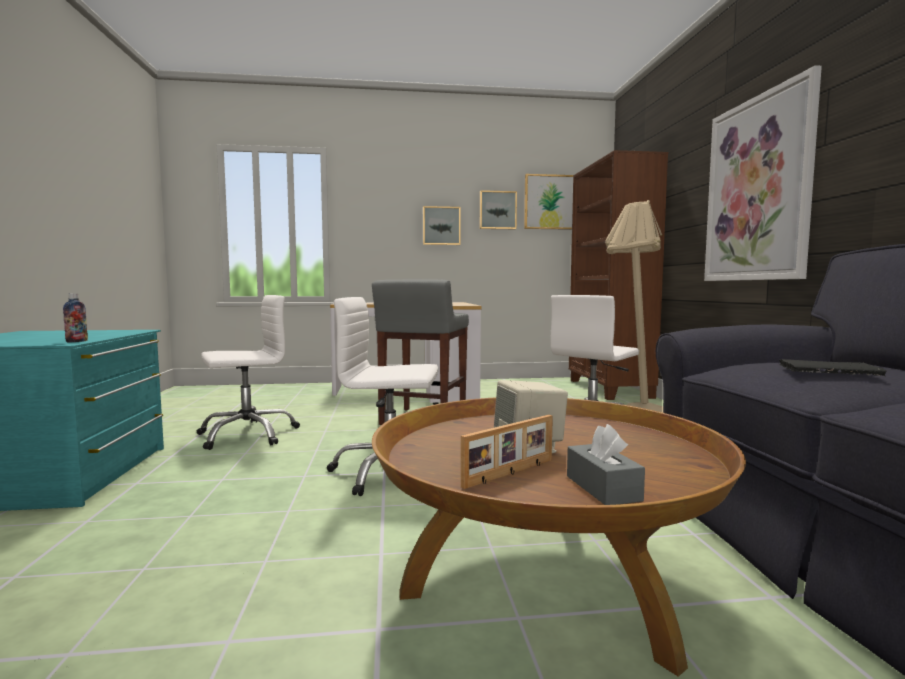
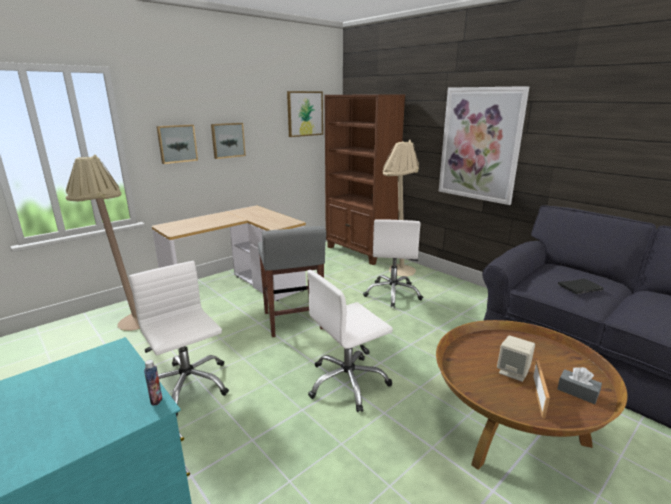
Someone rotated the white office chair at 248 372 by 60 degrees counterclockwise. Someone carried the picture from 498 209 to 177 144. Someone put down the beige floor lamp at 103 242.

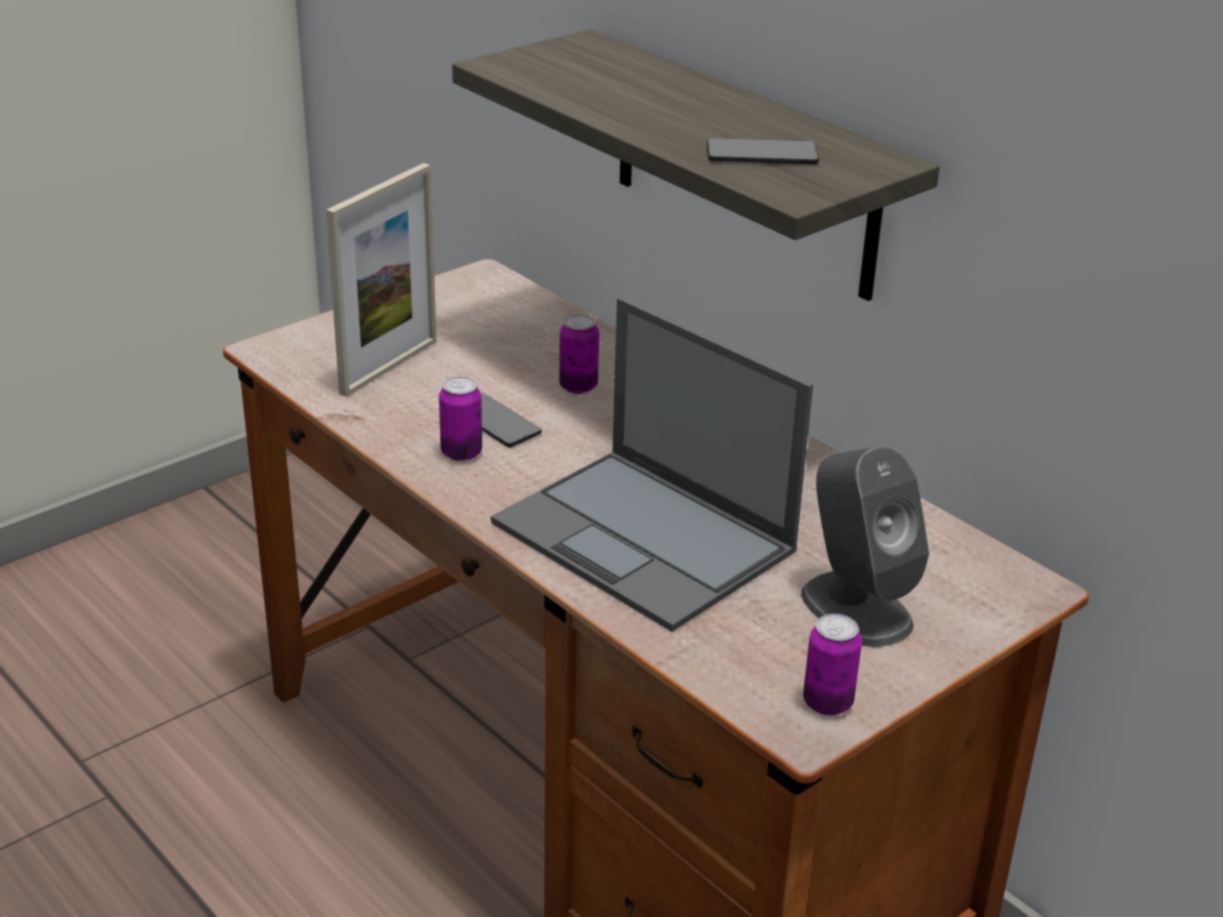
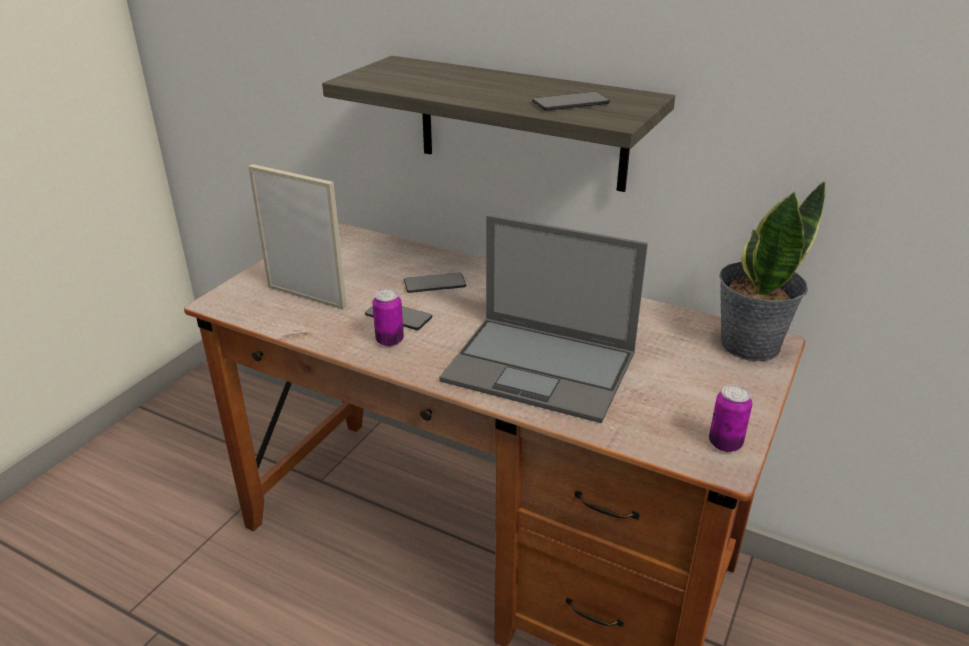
Someone rotated the picture frame at 381 280 by 75 degrees counterclockwise. Someone swapped the can at 579 354 for the phone at 435 282. Someone took away the grey speaker at 865 546. Someone put down the potted plant at 772 270.

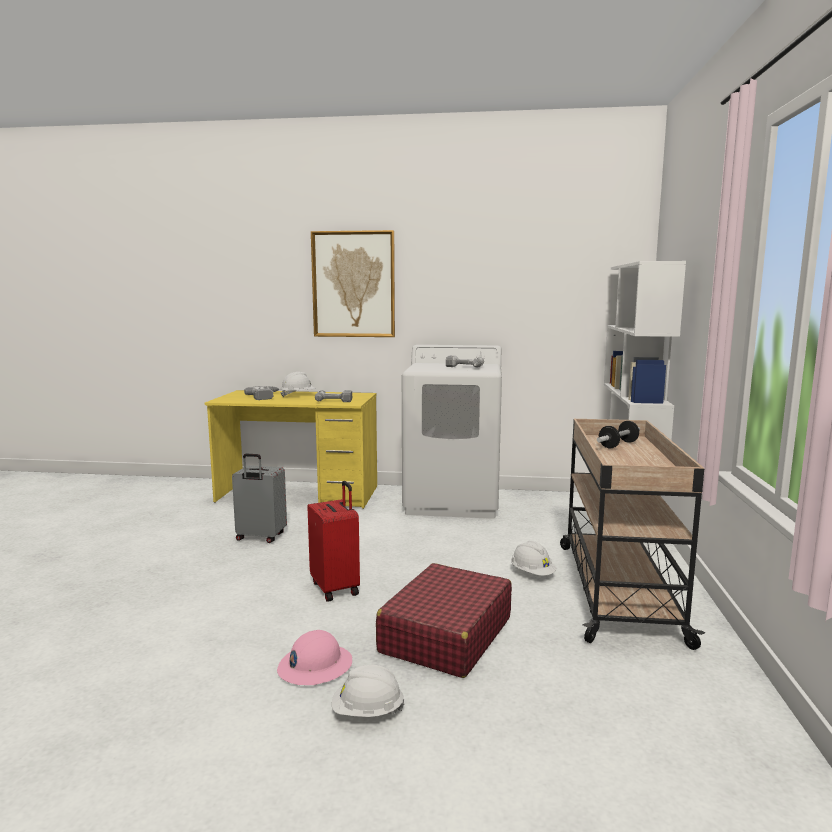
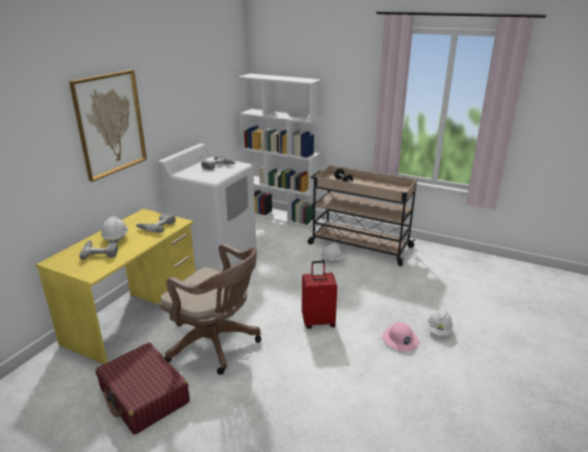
Someone swapped the grey suitcase at 259 498 for the brown office chair at 210 309. Someone carried the red suitcase from 444 620 to 143 389.

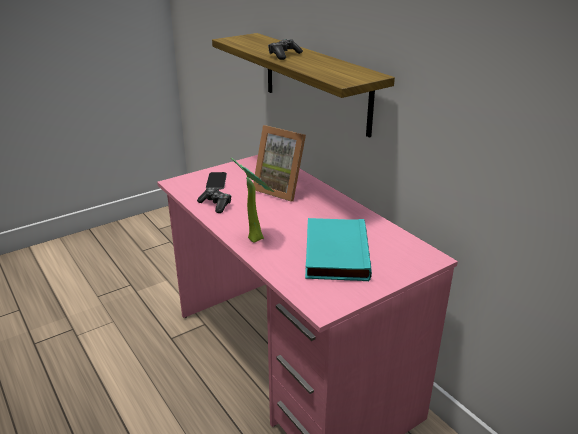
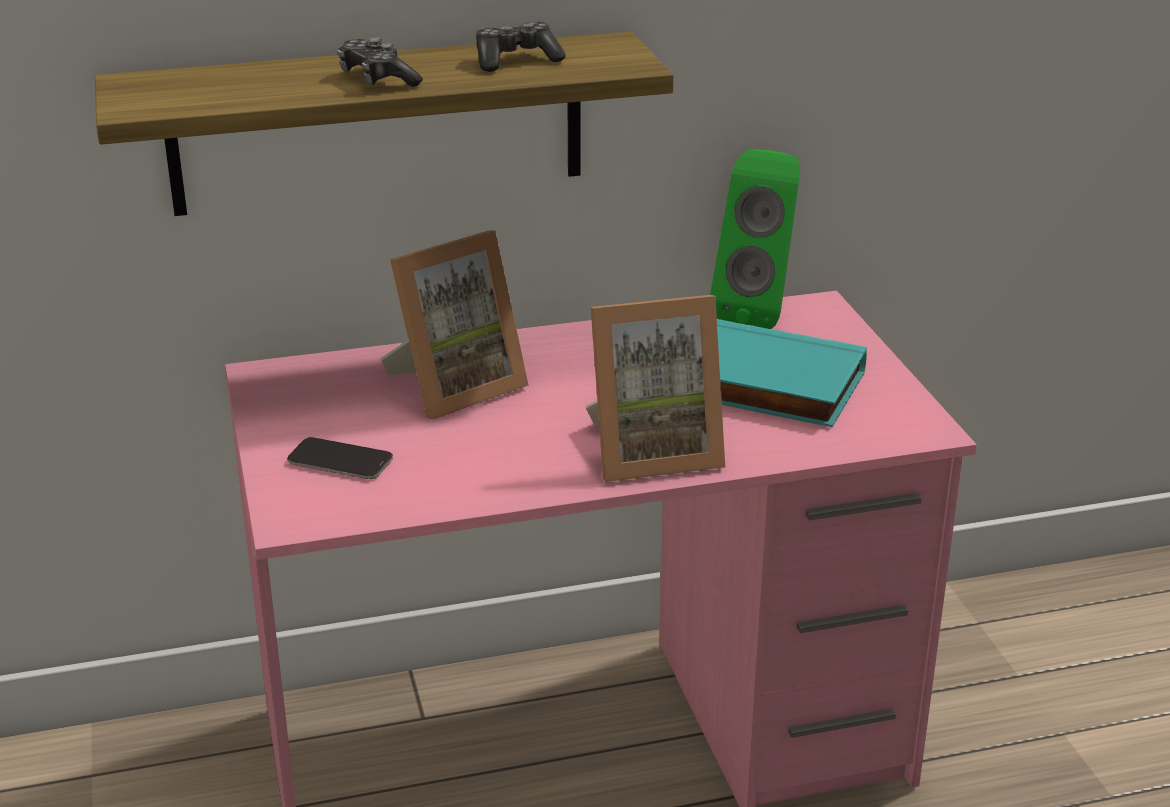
Someone carried the game controller from 214 200 to 521 47. Someone swapped the potted plant at 252 200 for the picture frame at 655 388. Someone put down the green speaker at 755 239.

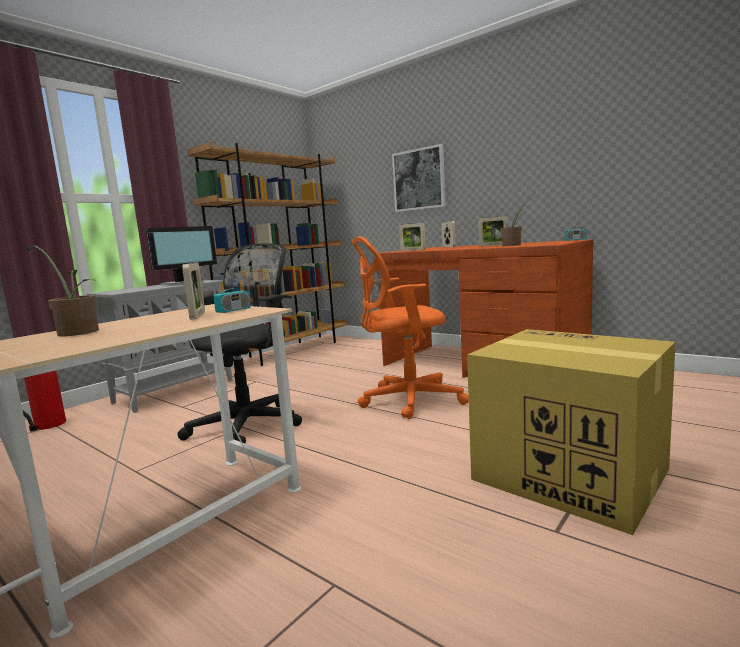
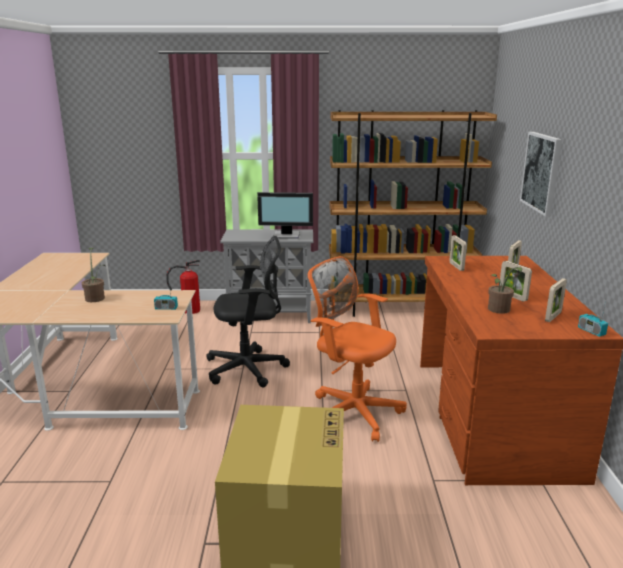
Someone carried the picture frame from 193 291 to 556 300.

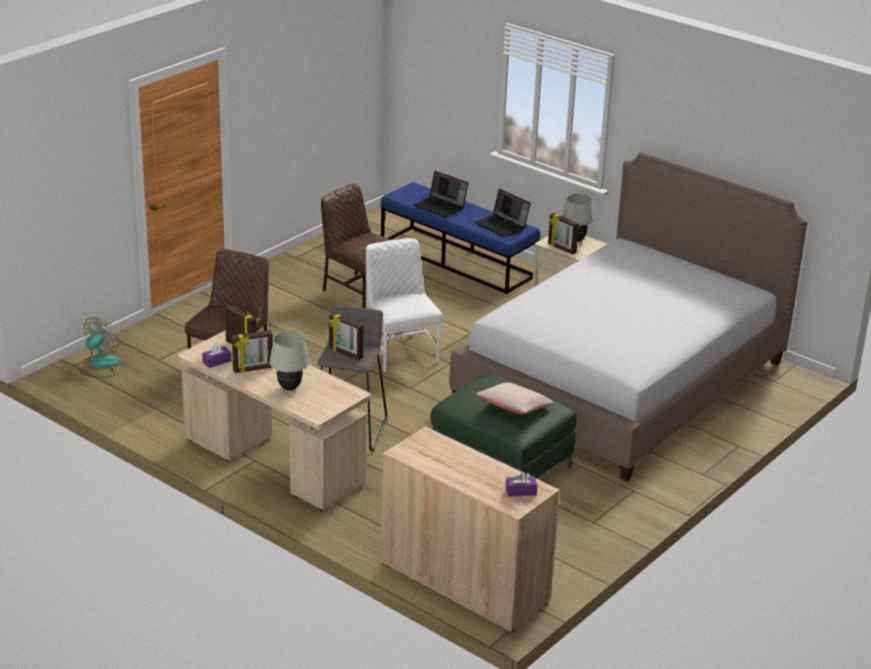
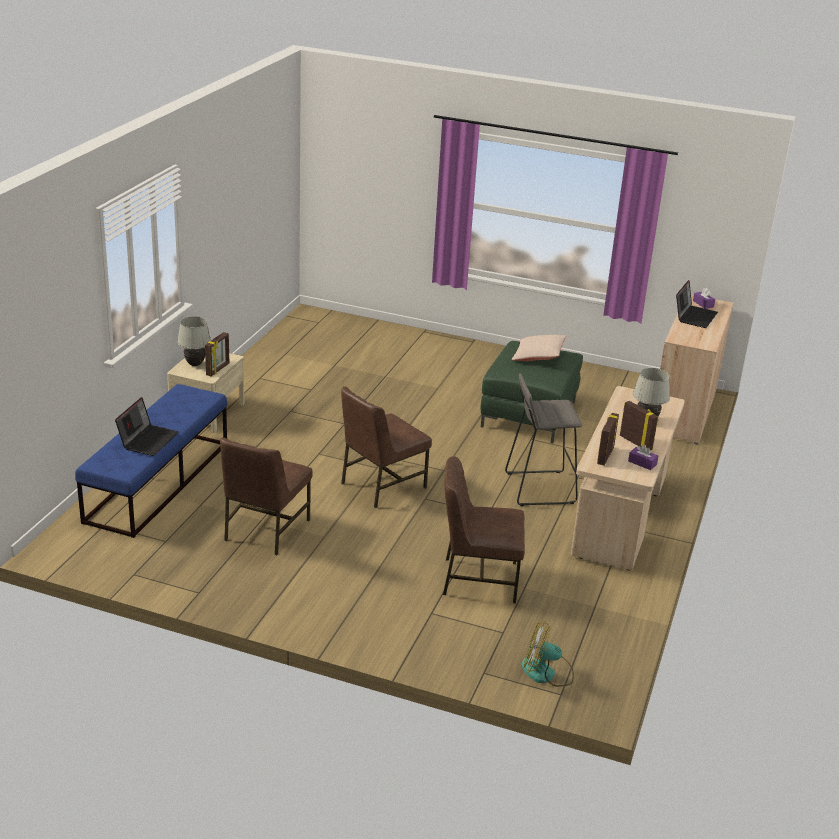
Someone took away the picture frame at 346 336. Someone repainted the white chair at 404 305, which became the brown chair at 386 447. Someone took away the bed at 628 316. Someone carried the laptop from 502 213 to 697 304.

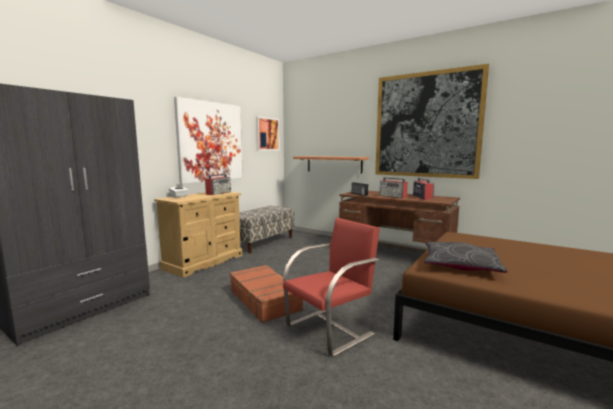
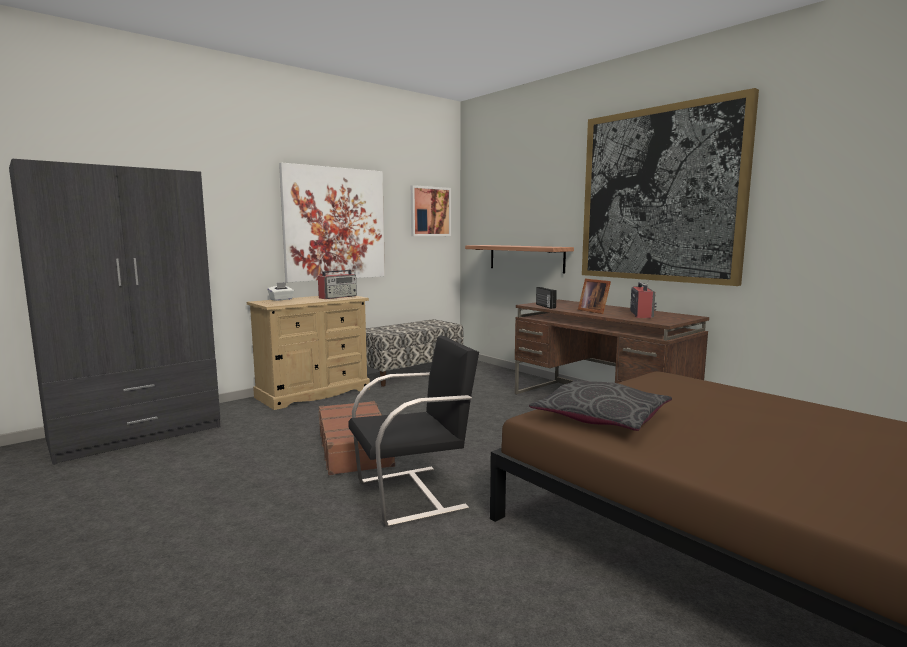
Someone repainted the red chair at 331 287, which became the black chair at 413 431. Someone swapped the radio at 393 187 for the picture frame at 594 296.

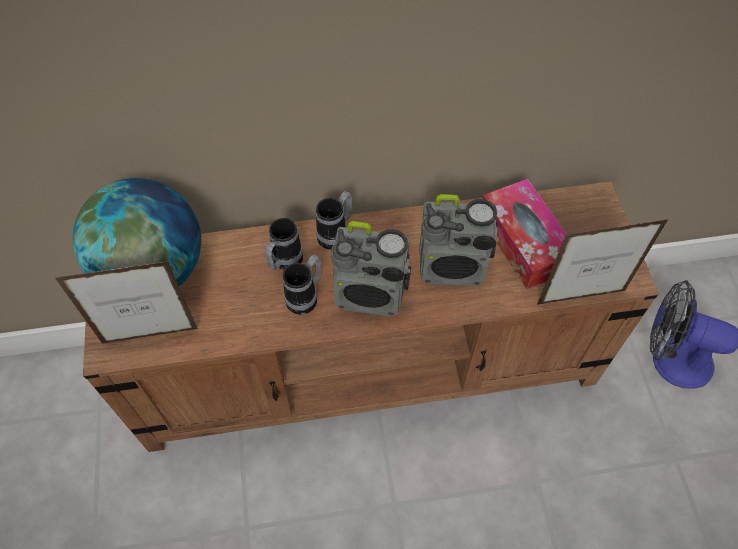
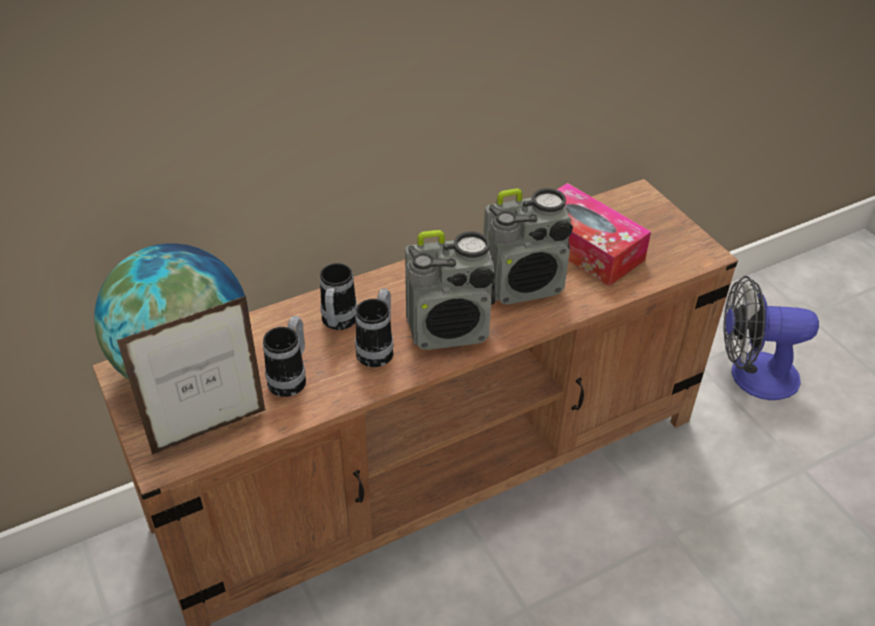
Someone carried the mug from 334 220 to 284 356. Someone took away the picture frame at 603 262.

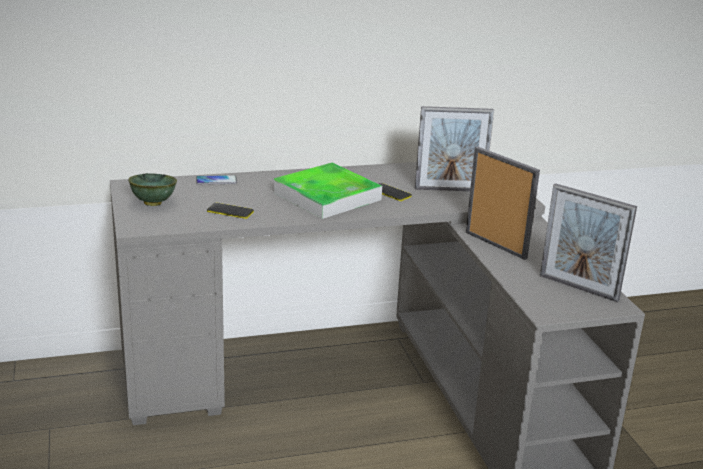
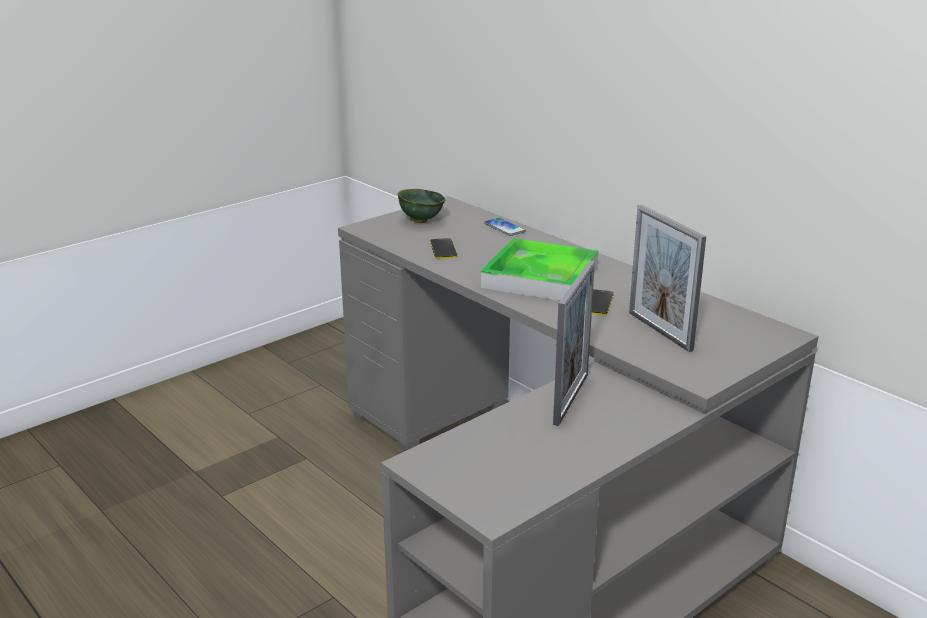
Someone took away the picture frame at 588 242.

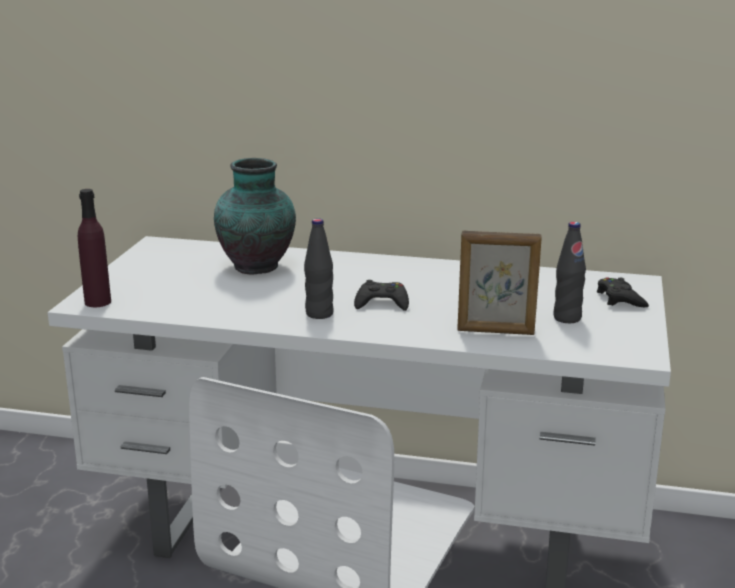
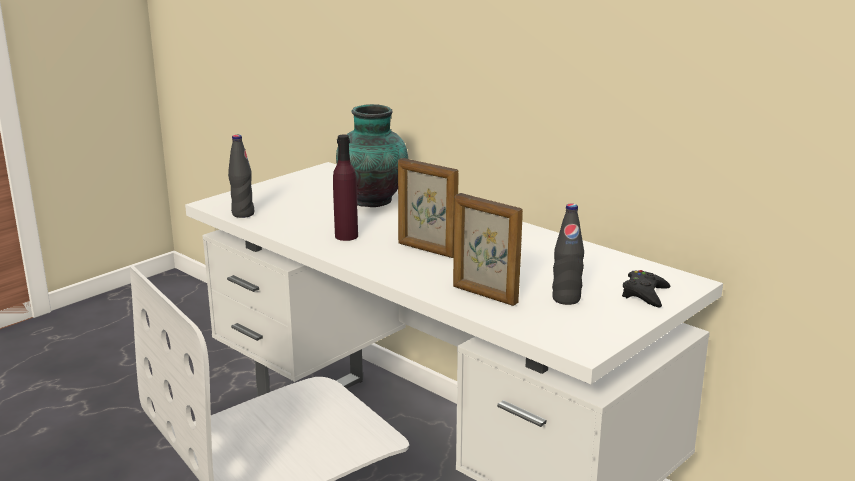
Someone carried the purple bottle from 94 248 to 345 188. Someone carried the black bottle from 319 268 to 241 176. Someone swapped the black game controller at 381 295 for the picture frame at 428 208.

